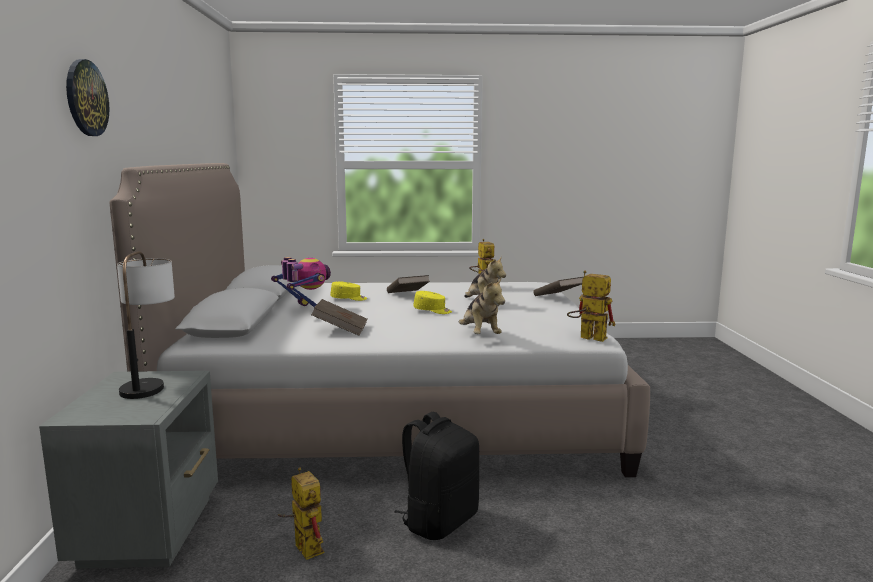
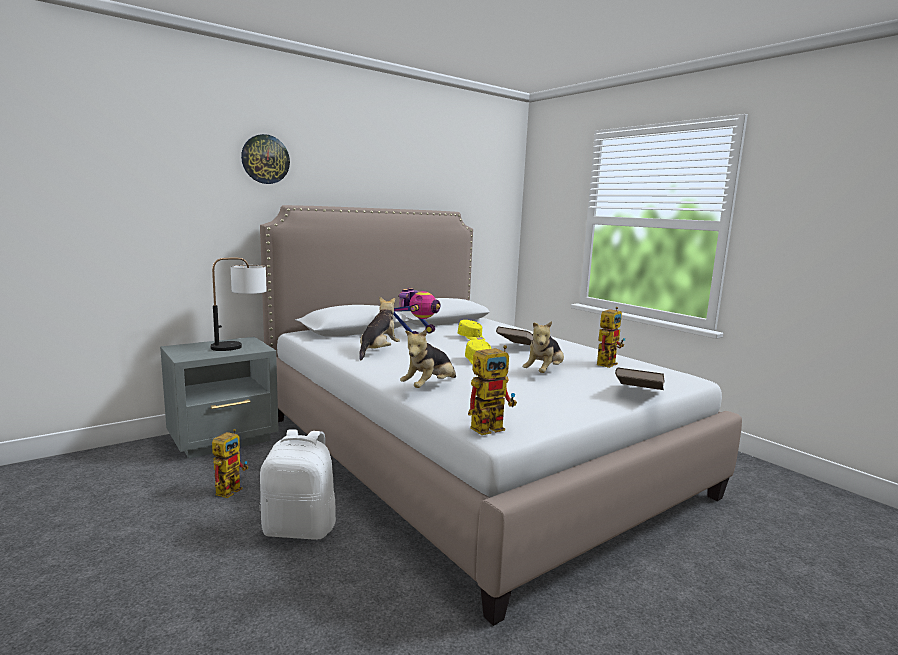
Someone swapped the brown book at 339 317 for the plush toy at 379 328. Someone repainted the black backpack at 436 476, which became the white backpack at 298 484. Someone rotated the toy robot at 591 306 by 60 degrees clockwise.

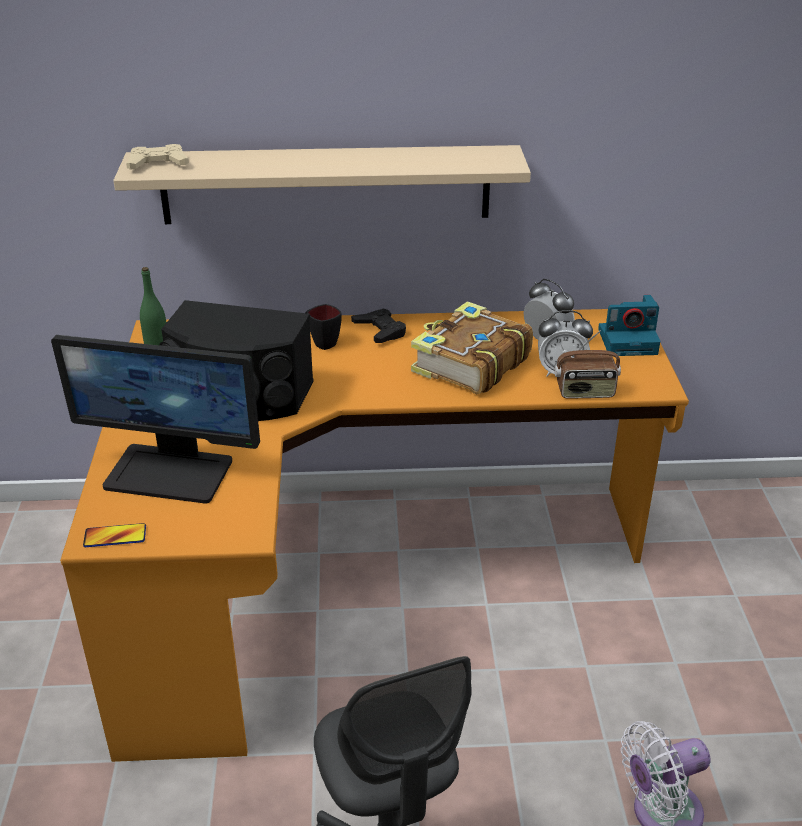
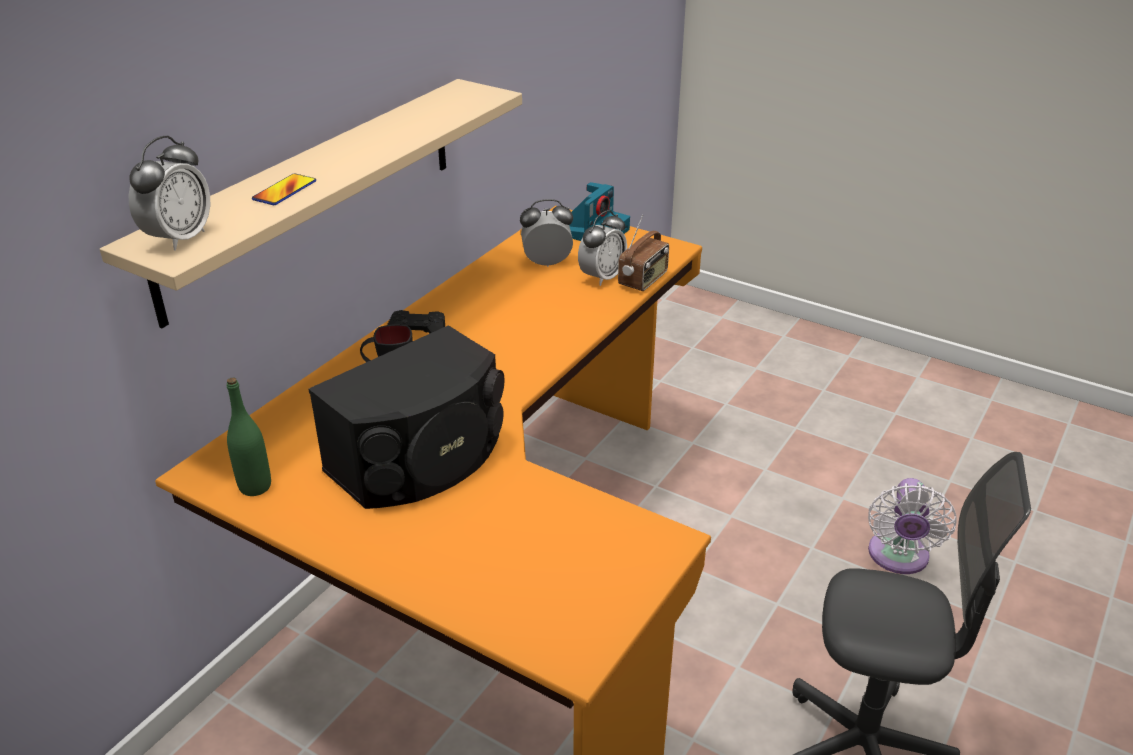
Someone took away the monitor at 155 419. Someone carried the phone from 114 535 to 284 189. Someone swapped the beige game controller at 157 157 for the alarm clock at 169 193. Someone took away the book at 472 348.

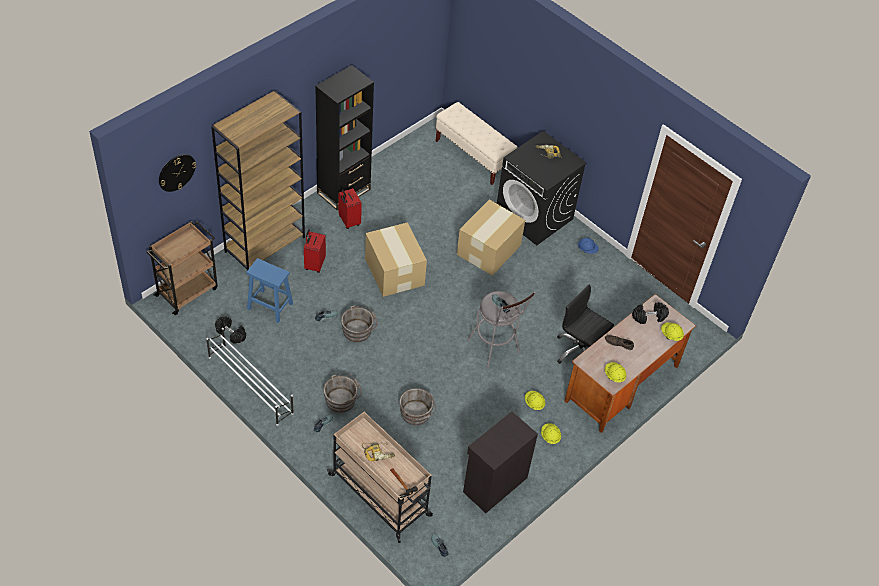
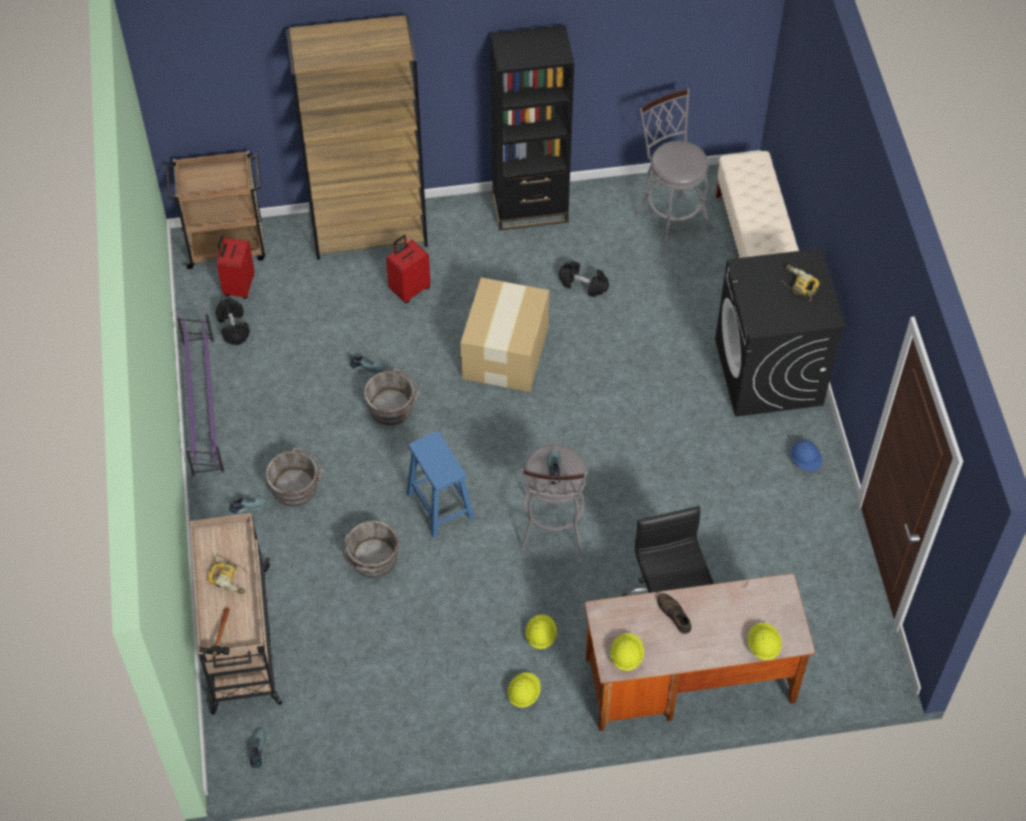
Someone took away the wall clock at 177 173. Someone repainted the white shoe rack at 250 377, which became the purple shoe rack at 201 394. Someone carried the blue stool from 269 290 to 440 484. Someone carried the red suitcase from 350 208 to 236 267. Someone took away the cardboard box at 491 238. Someone took away the black cabinet at 500 462. Someone carried the black dumbbell from 650 313 to 584 279. Someone put down the grey stool at 673 171.

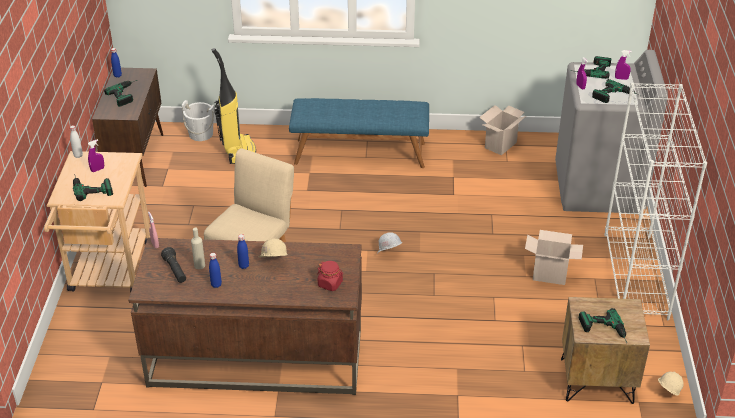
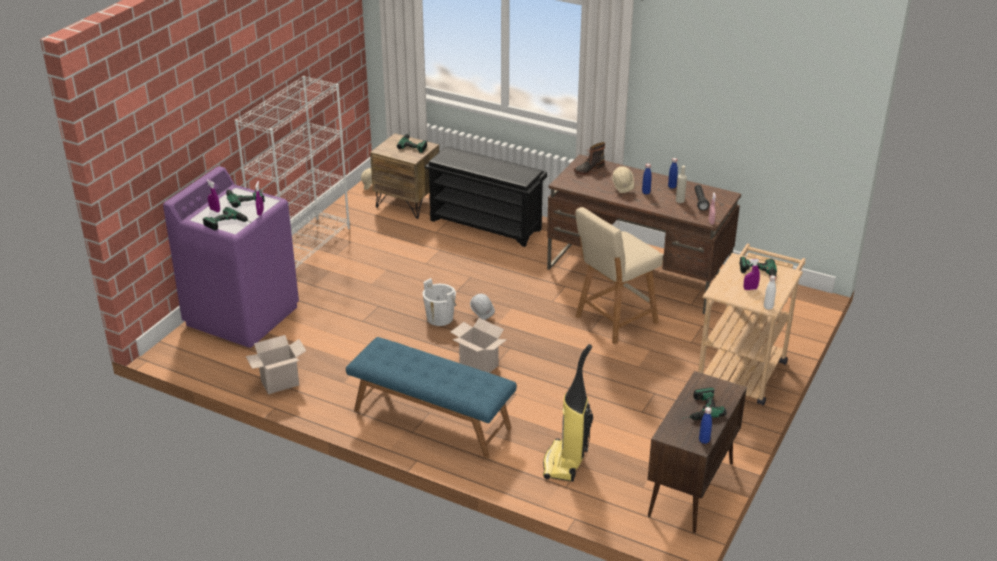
Someone carried the white bucket from 198 120 to 439 302. Someone swapped the red jar at 330 276 for the boot at 589 158. Someone carried the cardboard box from 554 257 to 479 345. Someone repainted the grey washing machine at 611 131, which became the purple washing machine at 231 257. Someone put down the black shoe rack at 486 196.

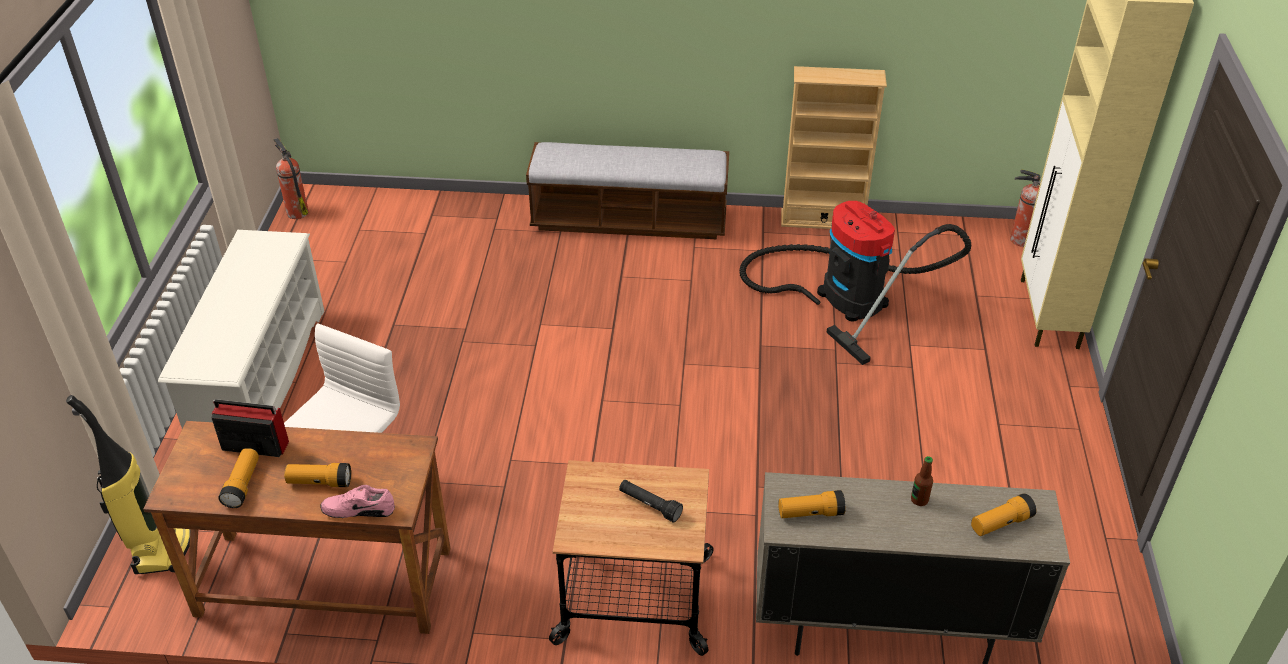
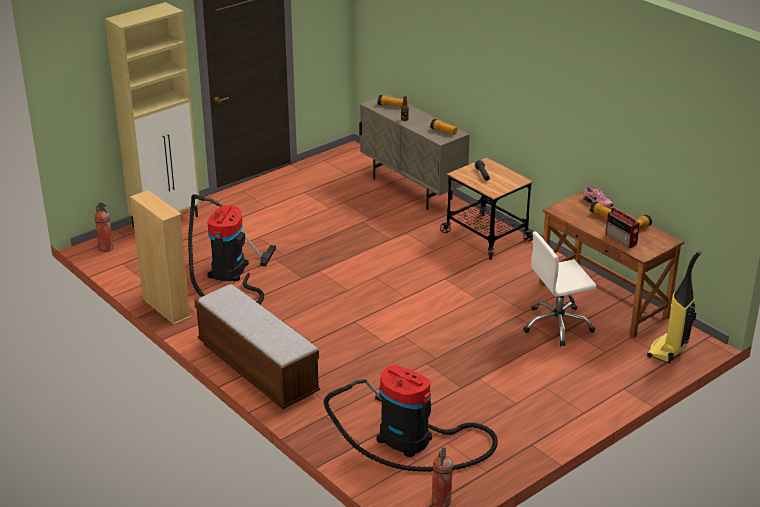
Someone took away the white shoe rack at 241 329. Someone put down the vacuum cleaner at 411 418.

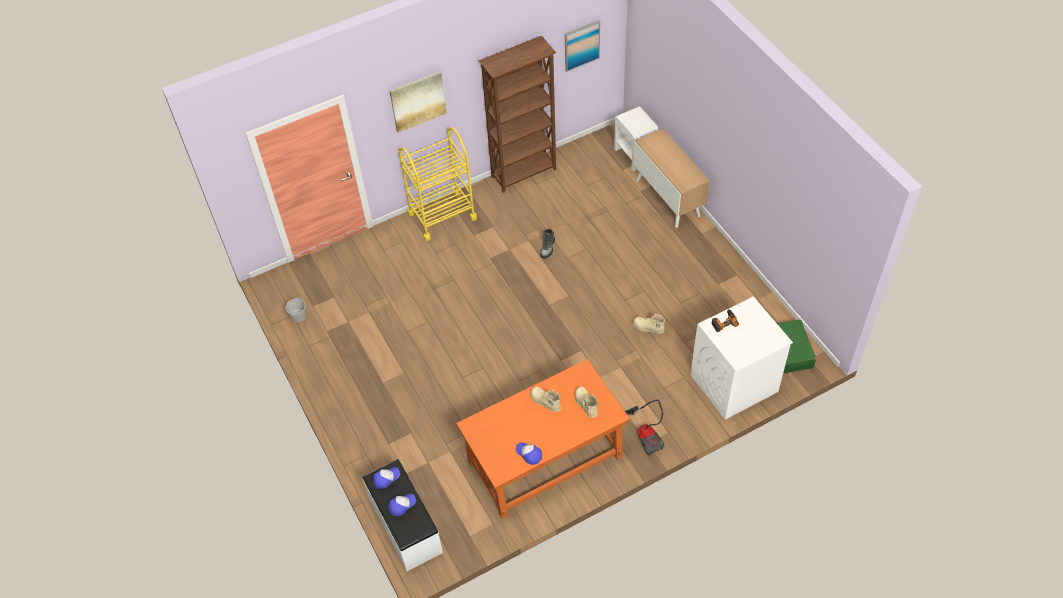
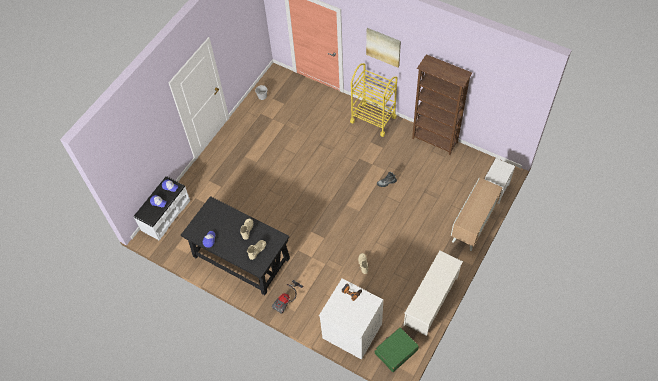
Someone repainted the orange desk at 543 439, which became the black desk at 235 245. Someone took away the picture at 582 46. Someone put down the white shoe rack at 433 293.

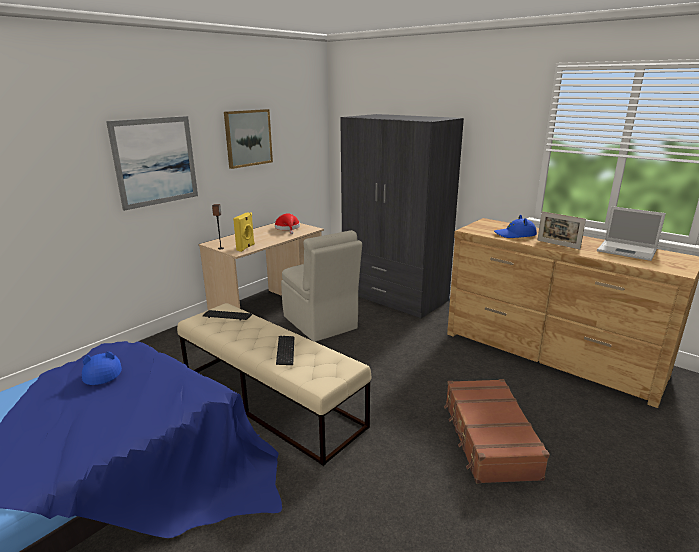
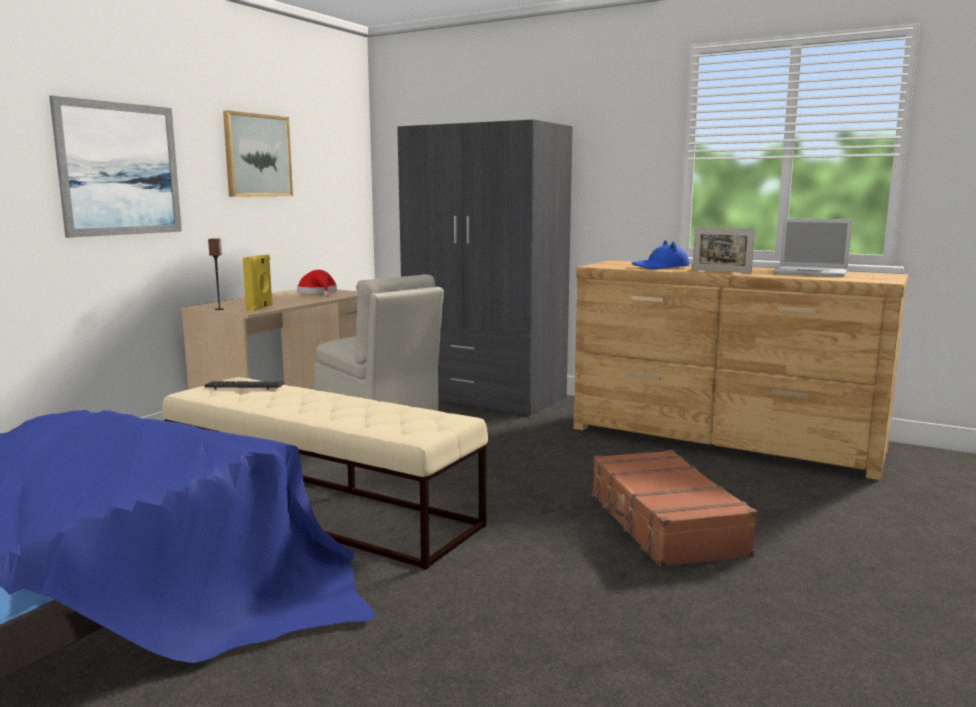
Someone took away the blue hat at 102 368. Someone took away the keyboard at 285 350.

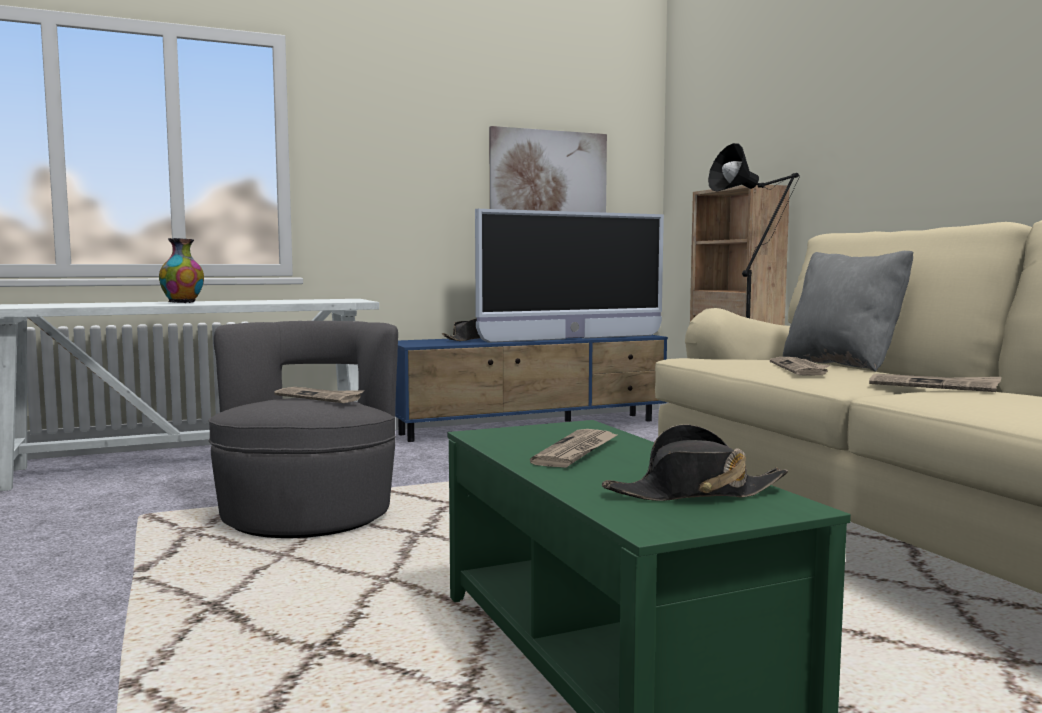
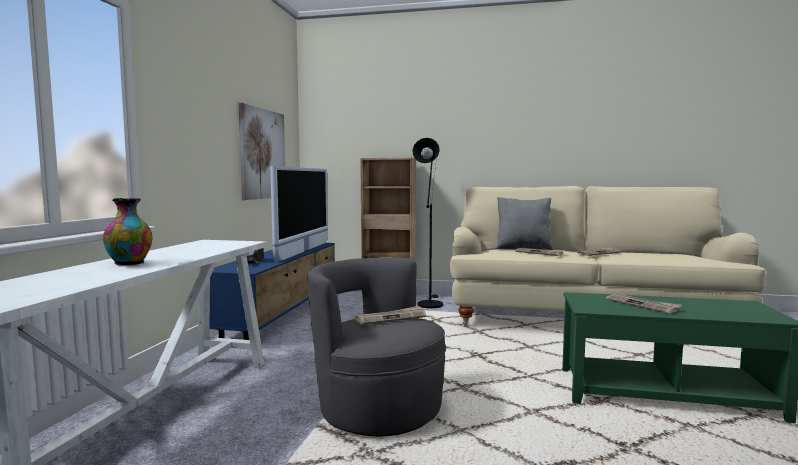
Someone took away the black hat at 695 462.

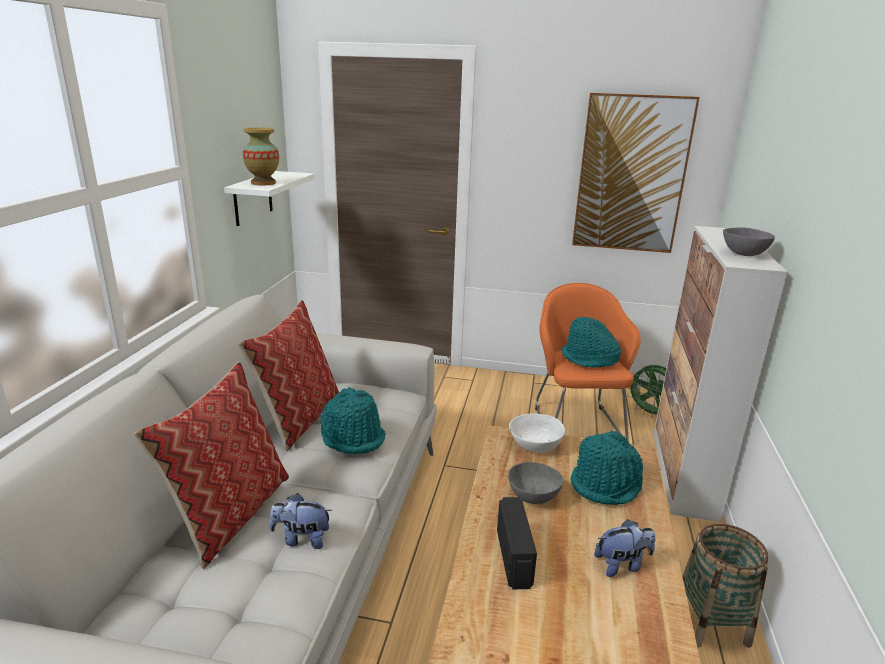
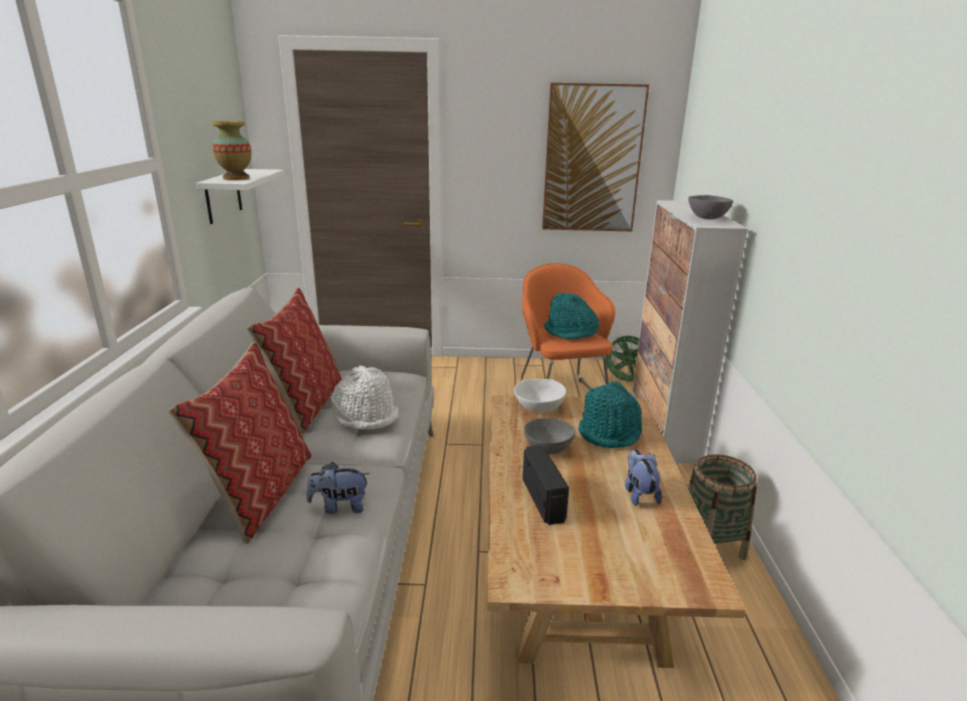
Someone repainted the turquoise hat at 353 420, which became the white hat at 365 397. Someone rotated the plush toy at 625 548 by 75 degrees counterclockwise.

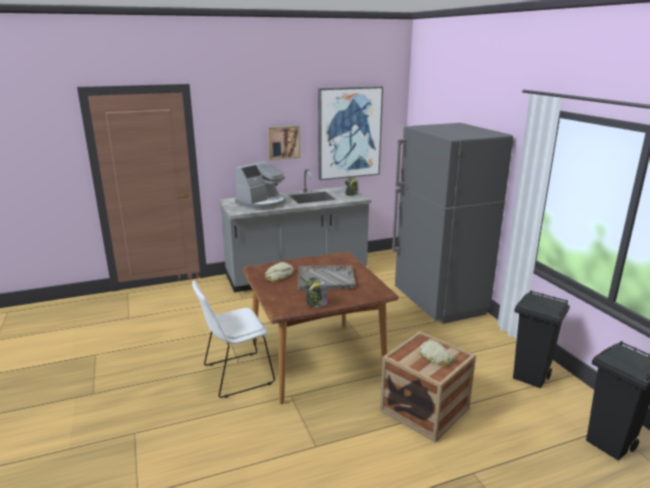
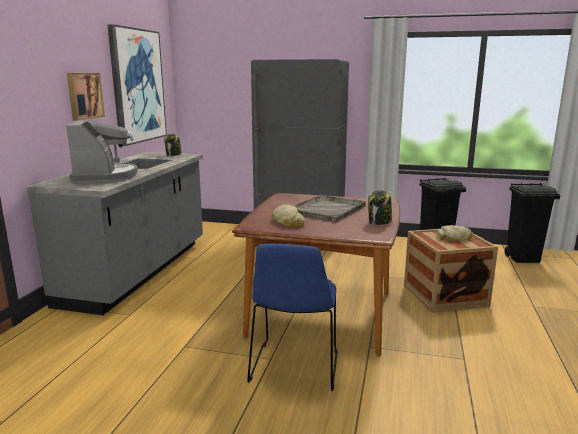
Someone repainted the white chair at 233 339, which became the blue chair at 292 317.

